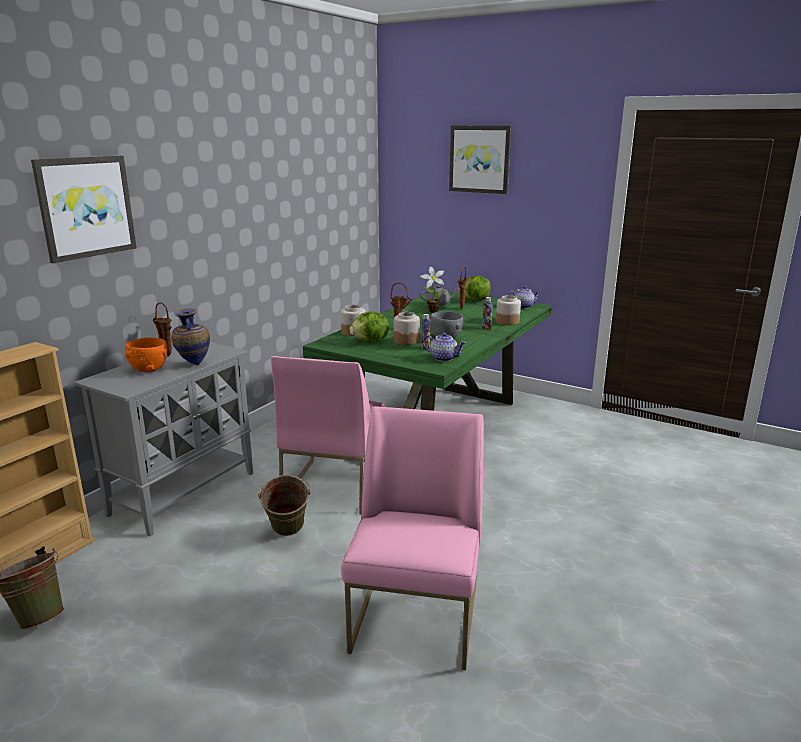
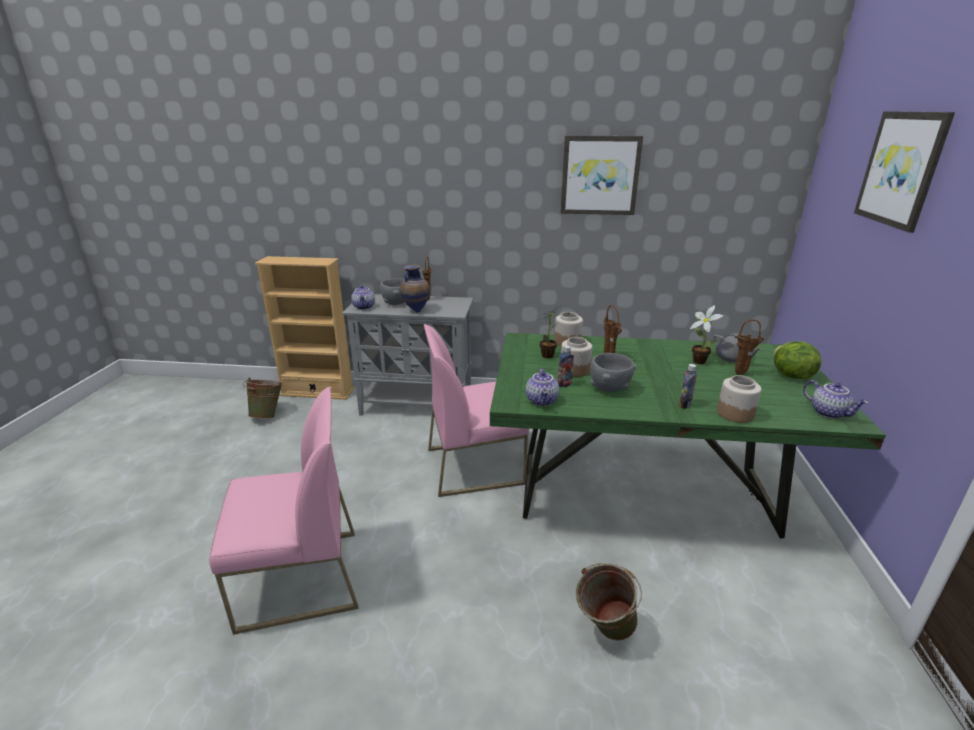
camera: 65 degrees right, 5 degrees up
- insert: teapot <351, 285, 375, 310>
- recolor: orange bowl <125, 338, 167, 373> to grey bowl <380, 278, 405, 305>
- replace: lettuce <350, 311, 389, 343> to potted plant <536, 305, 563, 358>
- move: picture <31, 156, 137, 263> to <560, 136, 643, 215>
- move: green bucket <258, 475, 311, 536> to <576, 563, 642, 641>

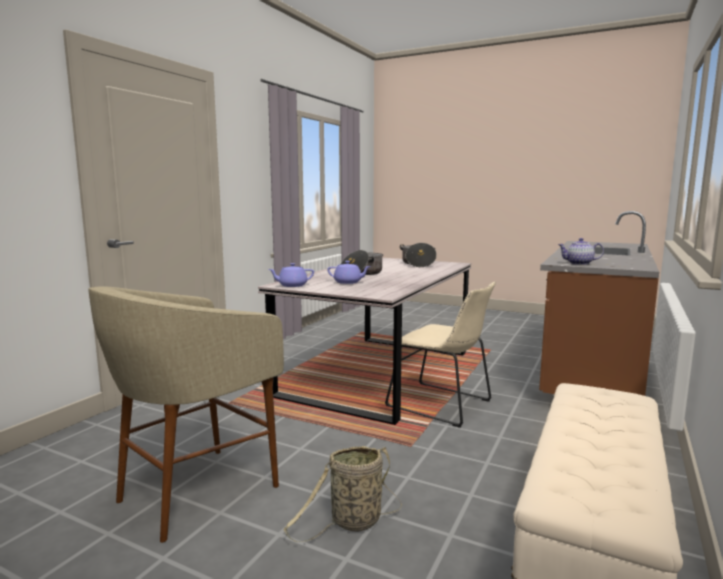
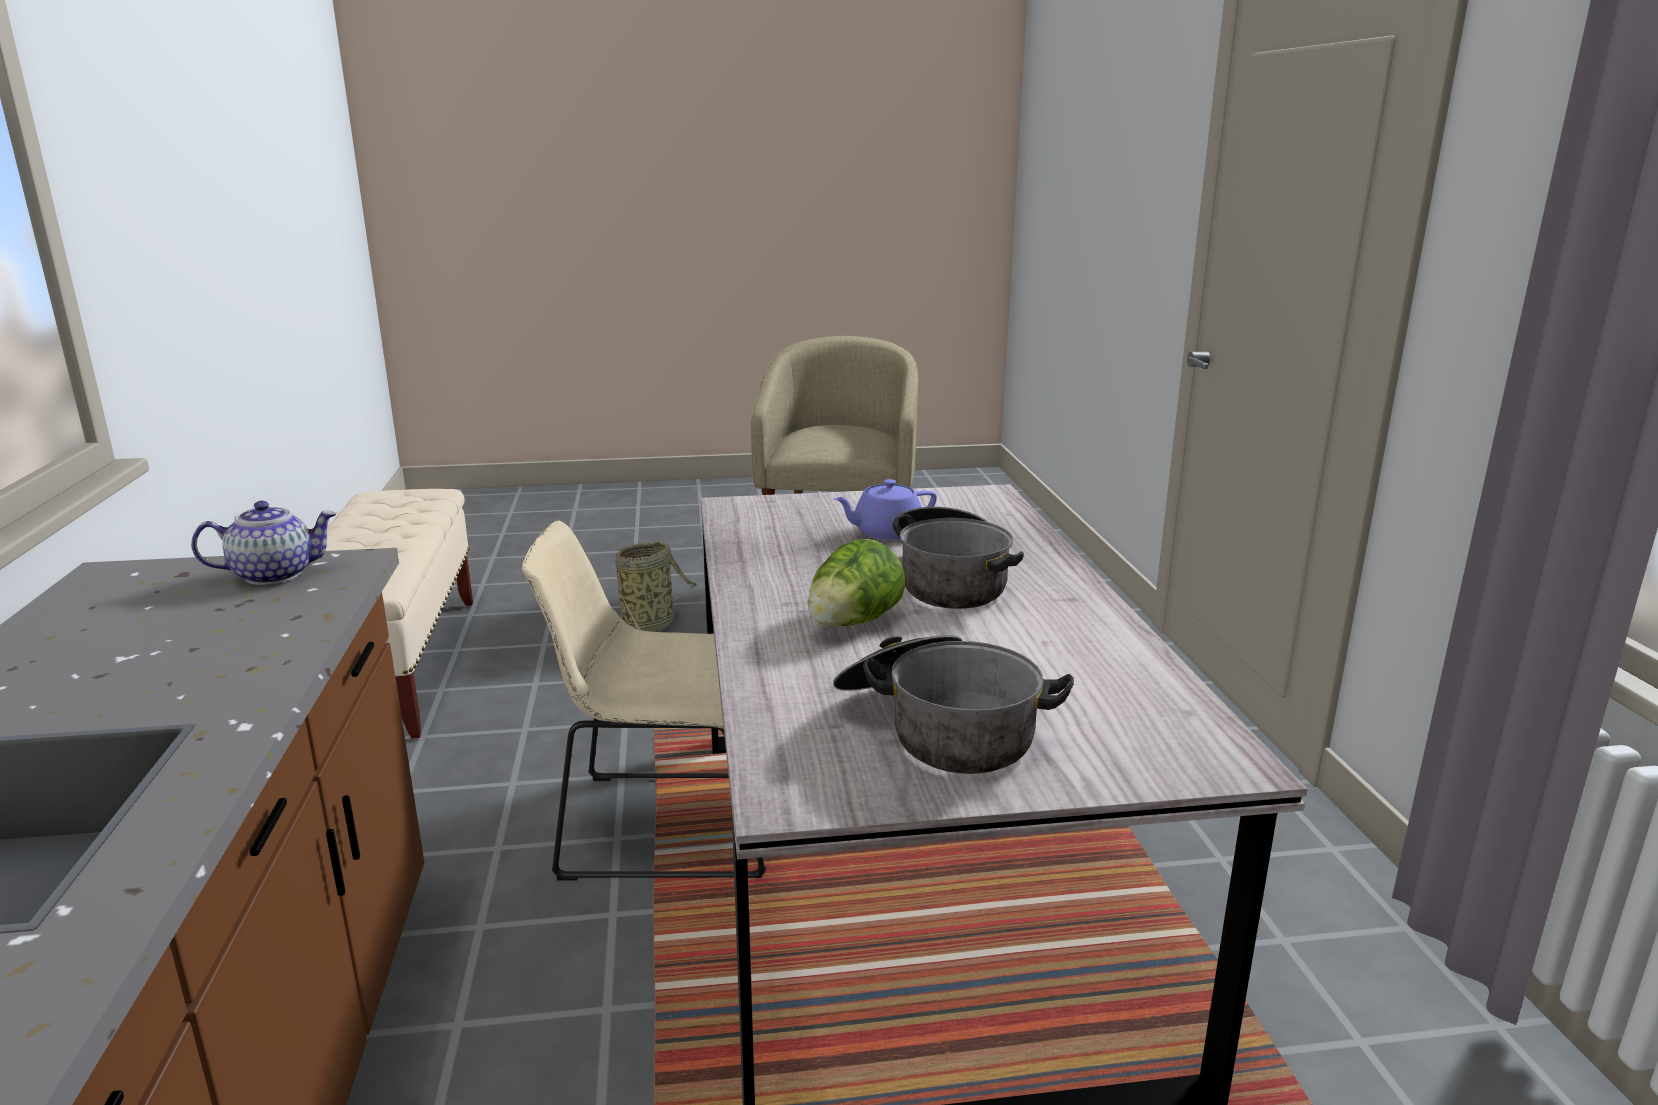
camera: 145 degrees right, 10 degrees up
- insert: lettuce <808, 539, 905, 626>
- delete: purple teapot <268, 263, 314, 287>

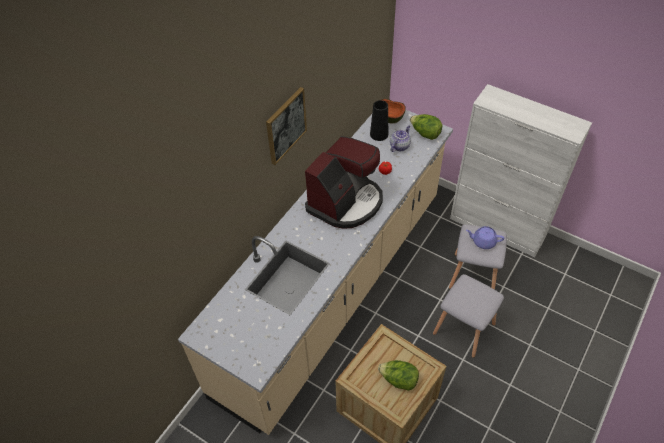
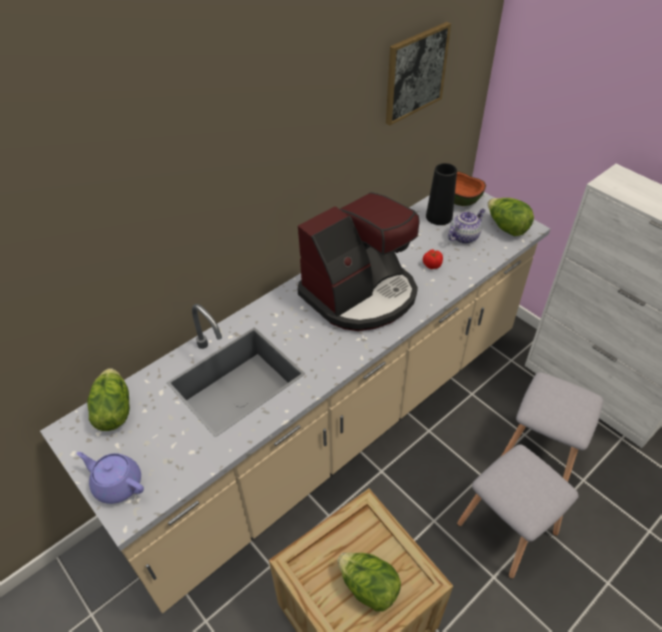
camera: 15 degrees right, 5 degrees down
- move: purple teapot <466, 226, 504, 249> to <77, 452, 144, 504>
- insert: lettuce <87, 368, 130, 431>
- move: picture <266, 87, 307, 165> to <386, 22, 451, 125>

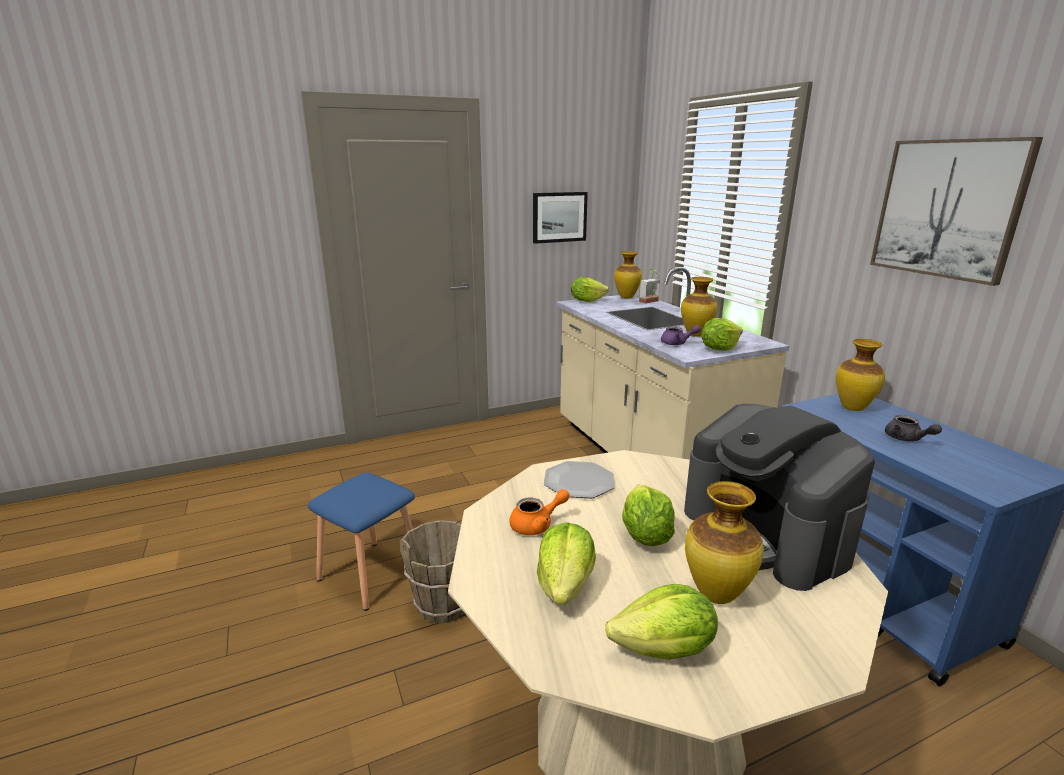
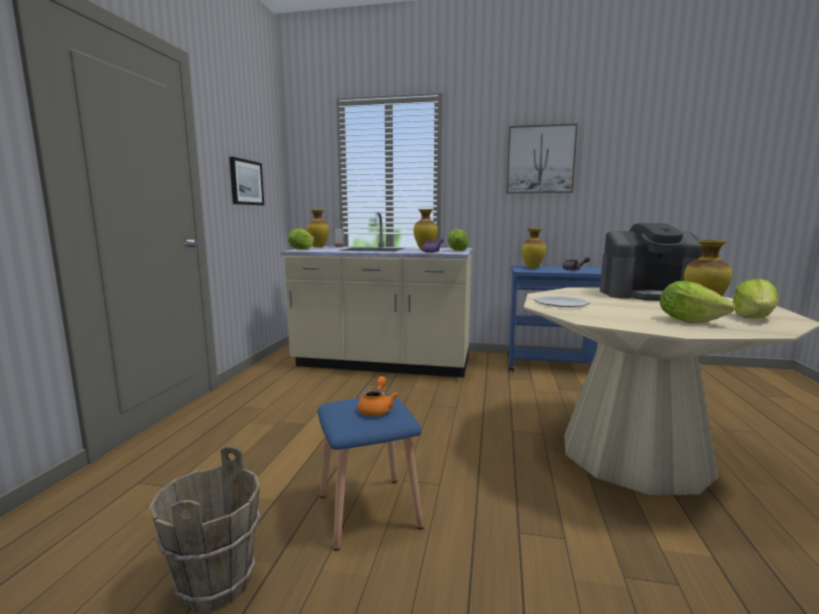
camera: 55 degrees left, 10 degrees down
- move: brown bucket <400, 520, 464, 624> to <149, 446, 260, 612>
- move: orange teapot <509, 489, 570, 535> to <357, 376, 398, 416>
- delete: lettuce <622, 485, 675, 546>

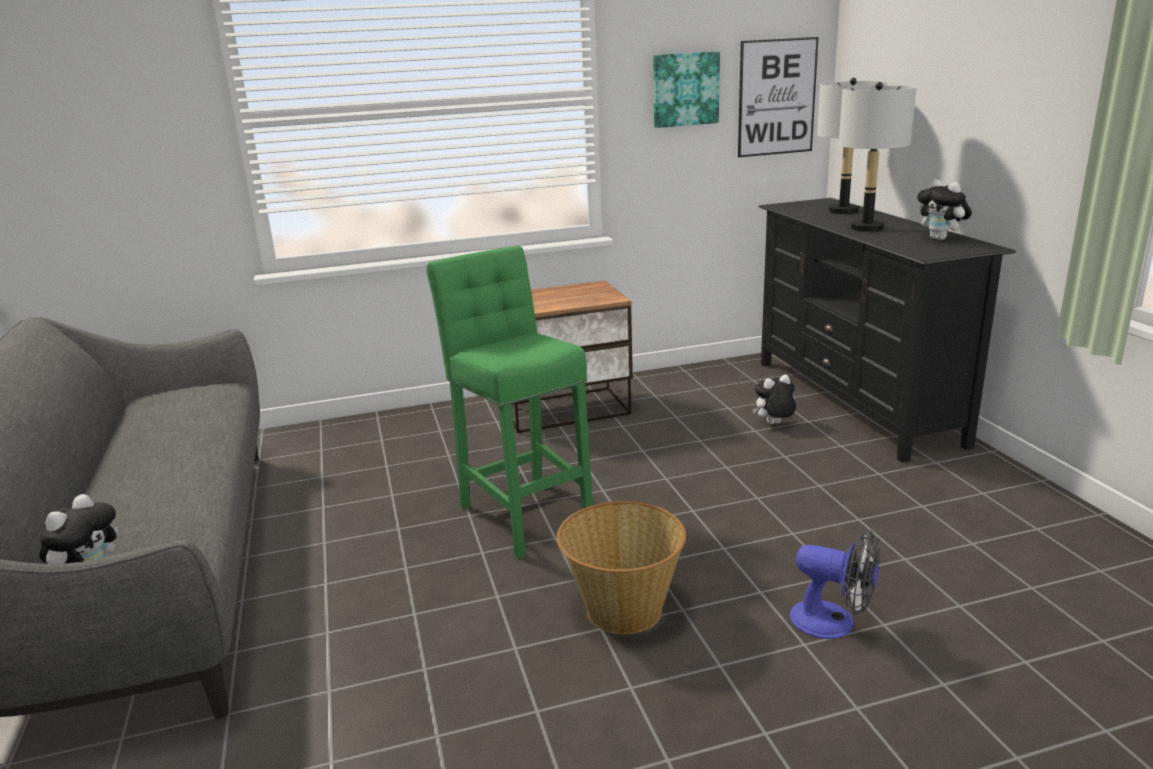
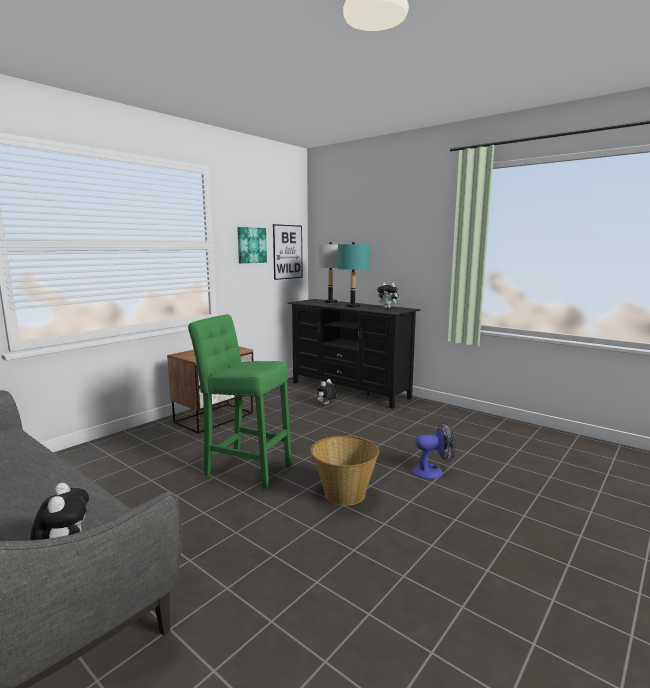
camera: 35 degrees left, 10 degrees down
- recolor: grey table lamp <839, 82, 917, 232> to turquoise table lamp <338, 242, 369, 308>

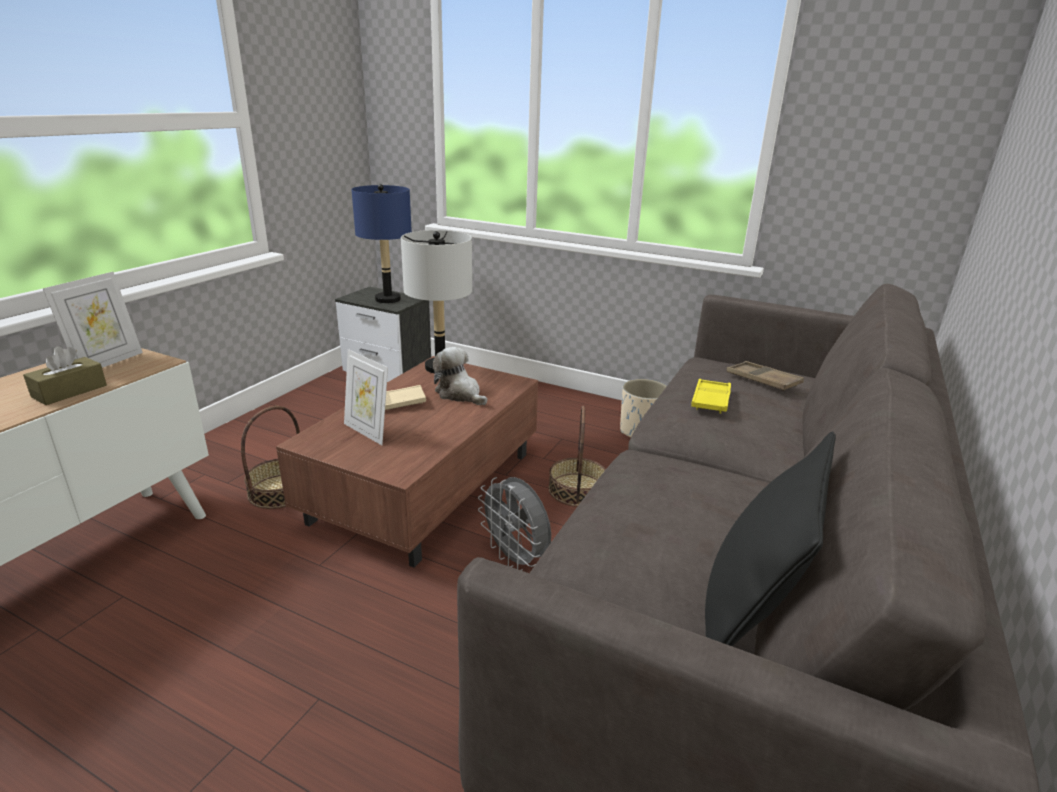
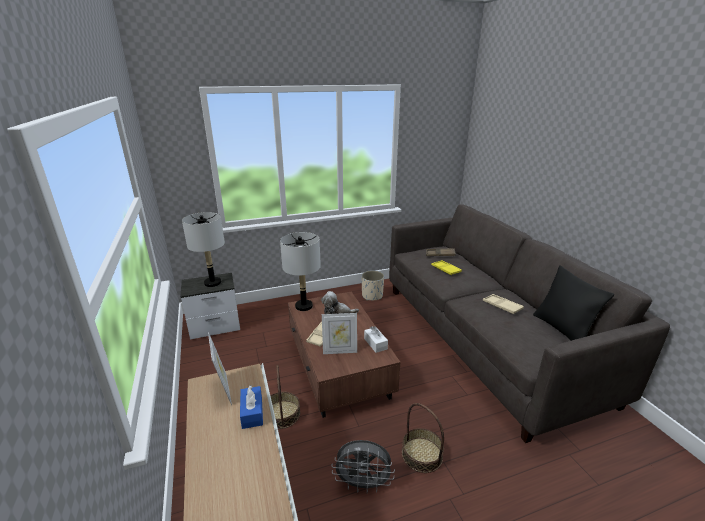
camera: 45 degrees left, 0 degrees up
- recolor: blue table lamp <351, 184, 412, 303> to grey table lamp <182, 212, 225, 287>
- recolor: brown tissue box <23, 346, 107, 405> to blue tissue box <240, 385, 263, 429>
- move: grey fan <478, 477, 551, 571> to <331, 440, 395, 493>
- insert: white tissue box <364, 326, 388, 353>
- move: basket <549, 406, 606, 507> to <402, 403, 444, 473>
- insert: beige tray <483, 294, 524, 314>

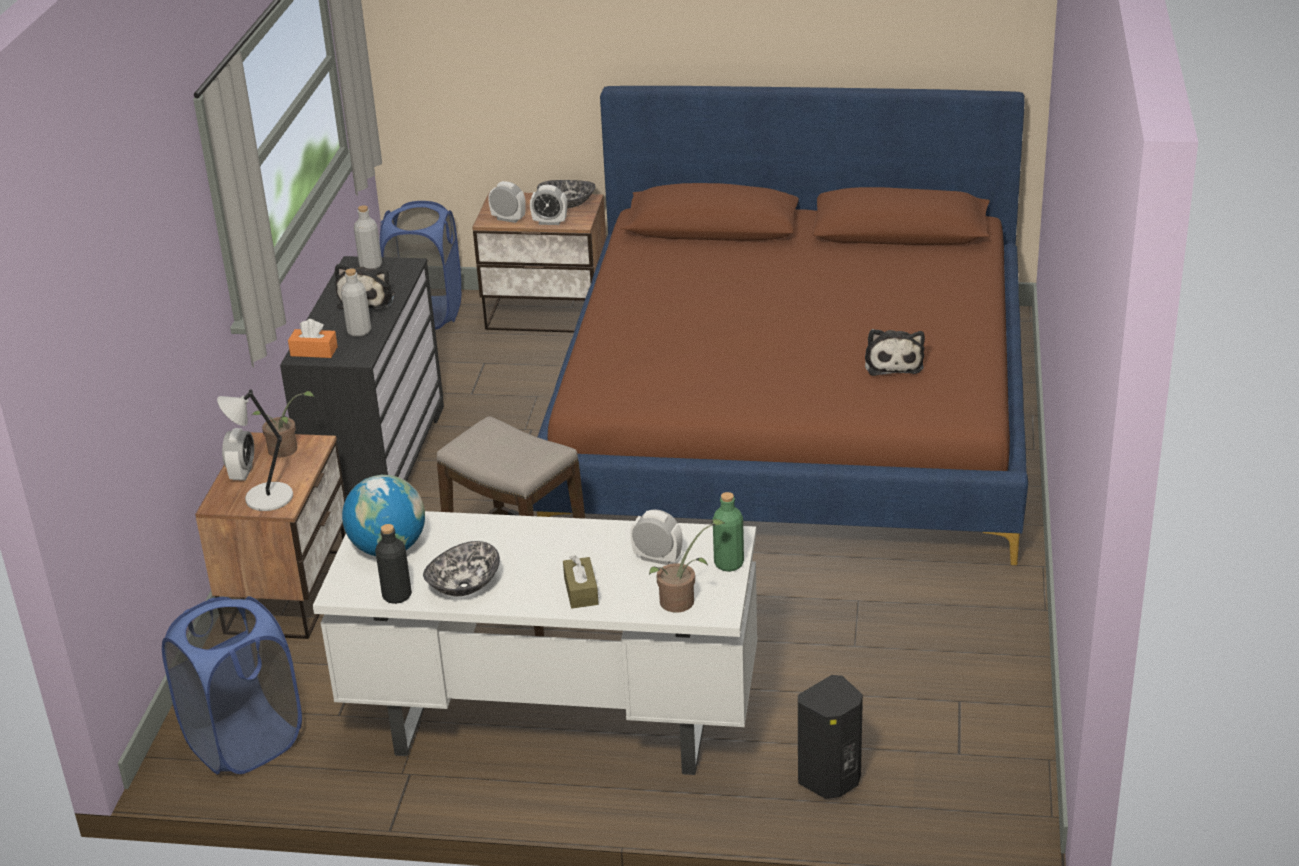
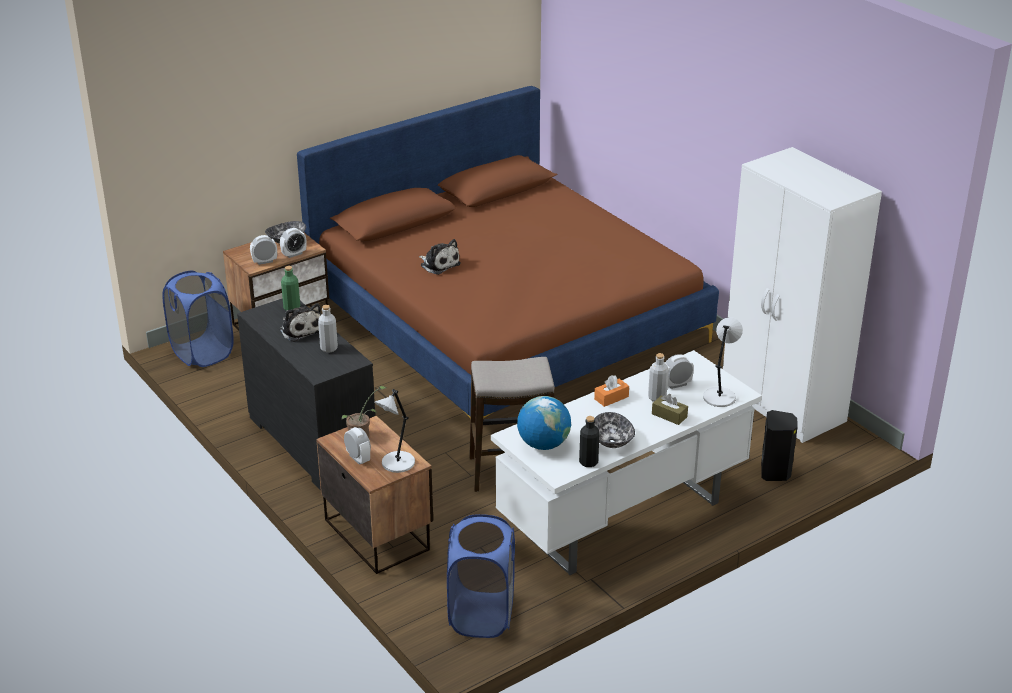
camera: 45 degrees left, 0 degrees up
- move: green bottle <713, 492, 744, 572> to <281, 266, 300, 311>
- move: plush toy <865, 329, 925, 376> to <419, 239, 461, 275>
- move: orange tissue box <288, 319, 338, 358> to <594, 375, 629, 407>
- move: grey bottle <354, 205, 382, 269> to <648, 353, 668, 402>
- replace: potted plant <649, 519, 726, 612> to grey table lamp <703, 317, 743, 407>
- insert: white wardrobe <723, 147, 882, 443>

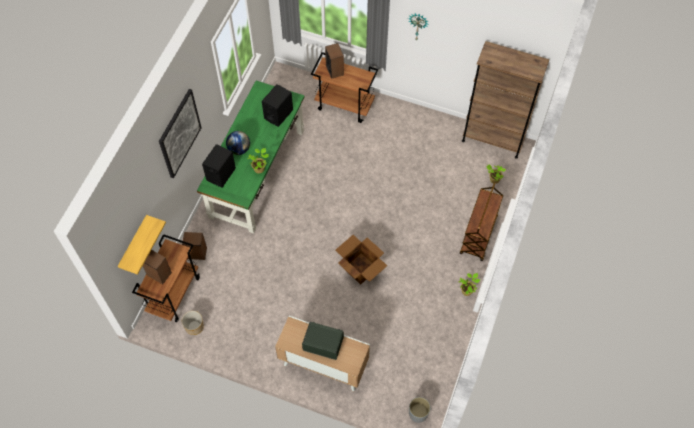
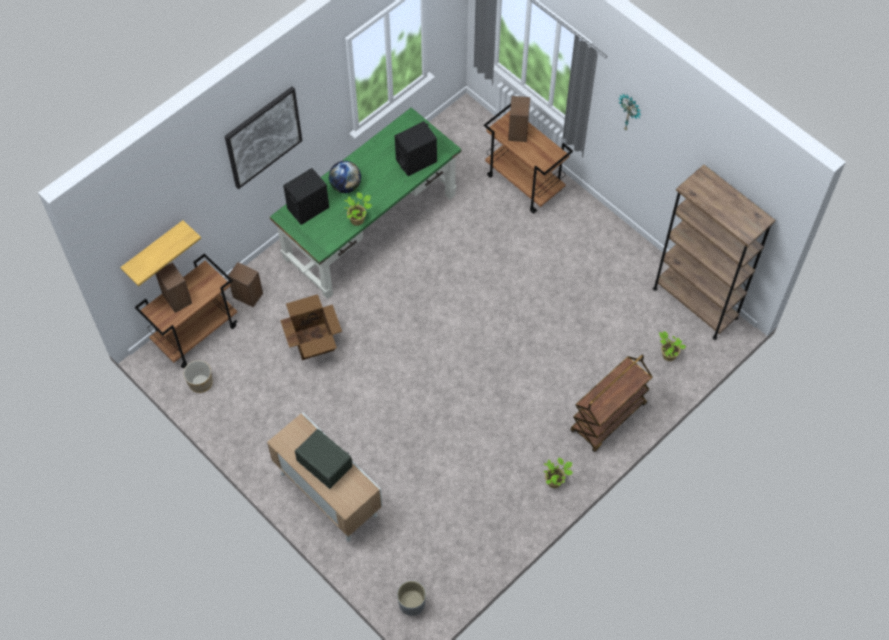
camera: 25 degrees right, 0 degrees up
- move: cardboard box <336, 235, 387, 285> to <280, 294, 342, 360>

